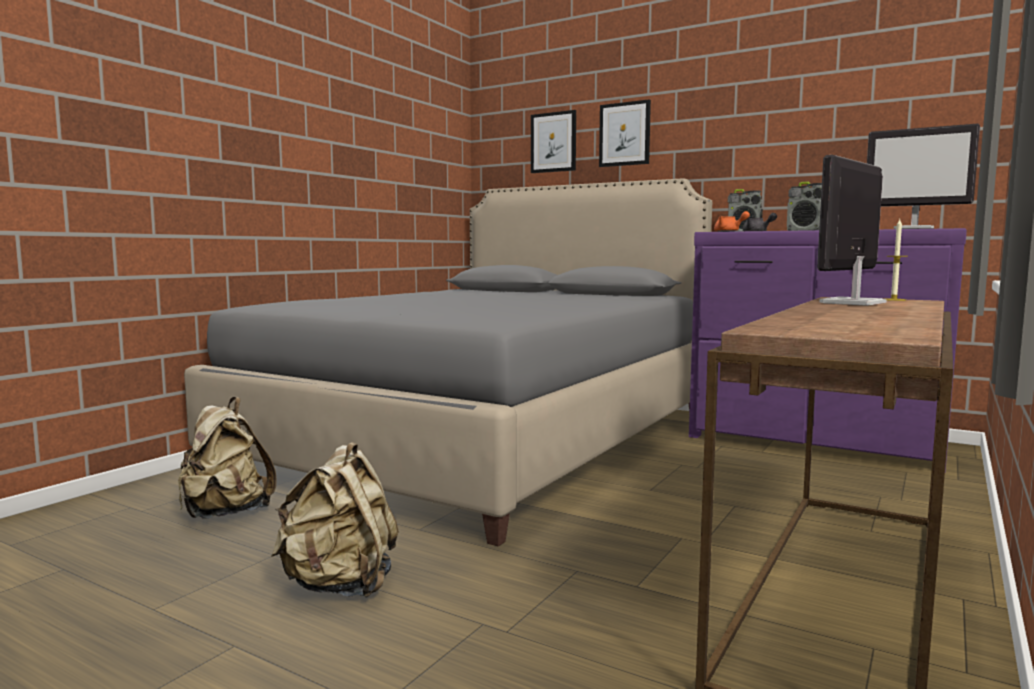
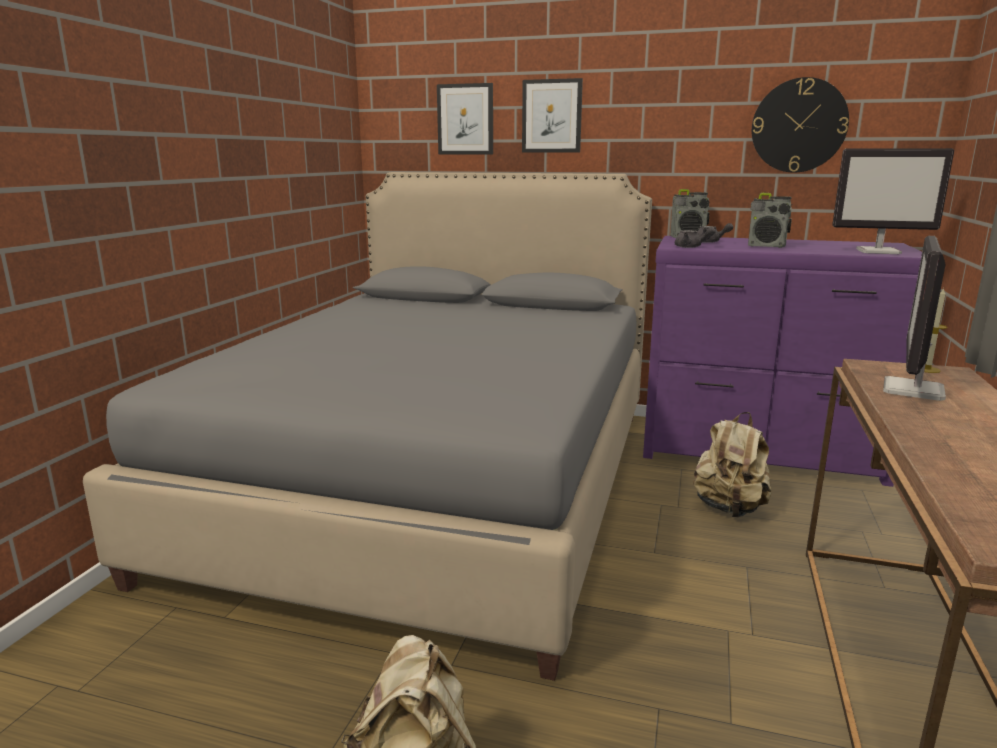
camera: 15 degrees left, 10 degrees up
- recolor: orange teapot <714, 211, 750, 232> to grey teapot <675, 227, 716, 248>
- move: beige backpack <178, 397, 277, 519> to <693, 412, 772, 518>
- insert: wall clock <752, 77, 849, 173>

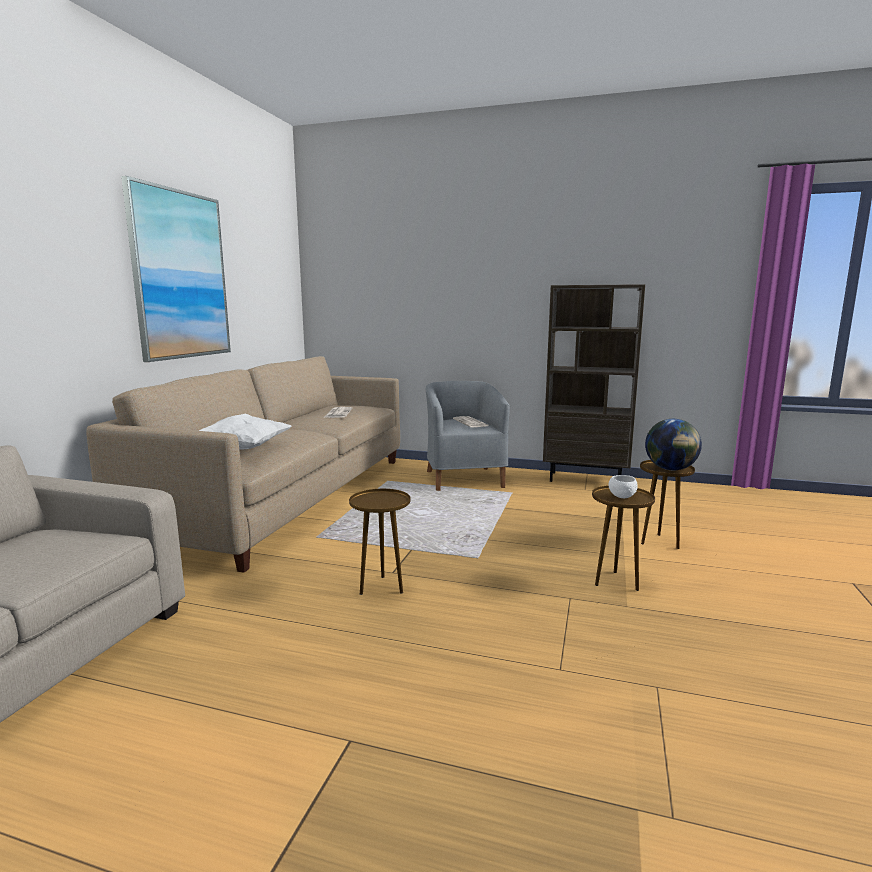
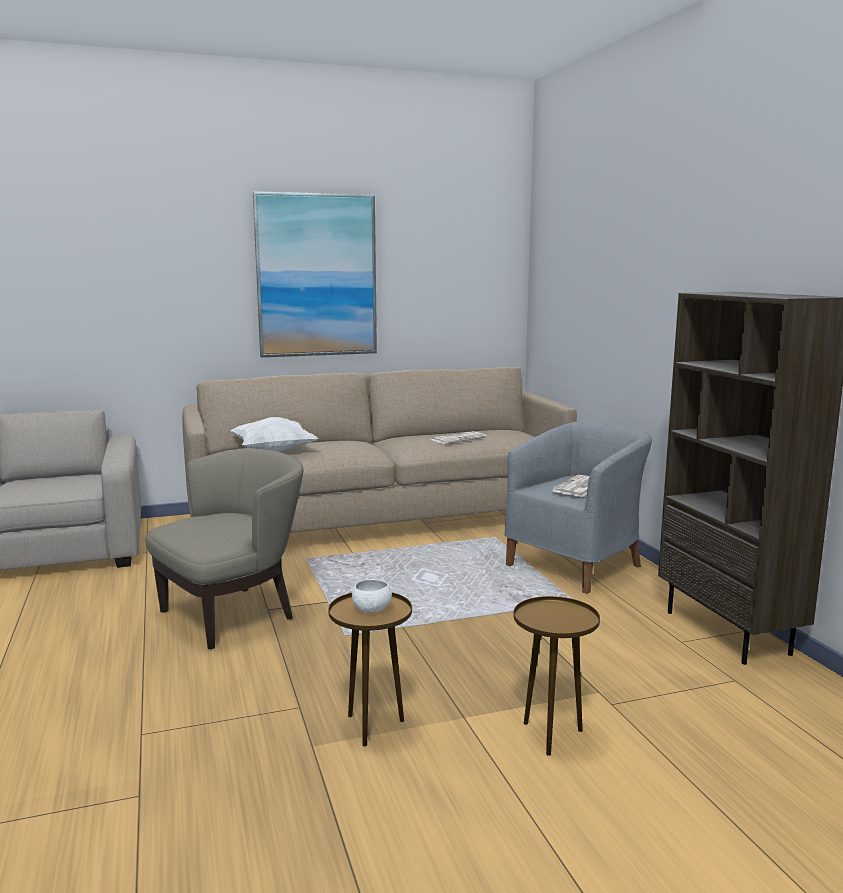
camera: 55 degrees right, 0 degrees up
- replace: brown side table <349, 489, 411, 595> to beige armchair <145, 449, 304, 649>
- delete: globe <645, 419, 702, 470>

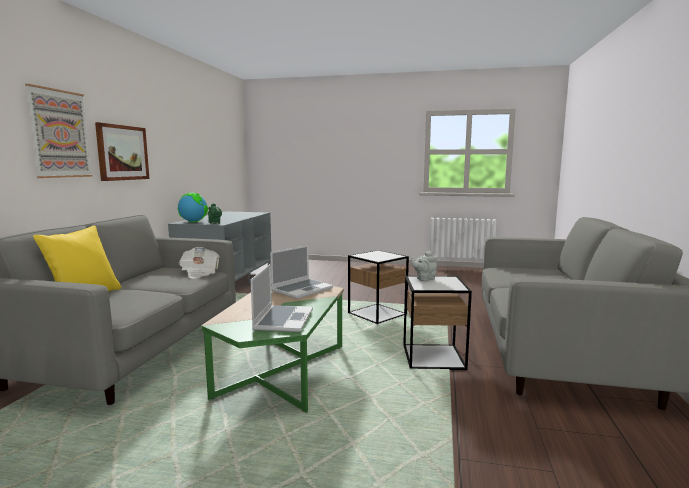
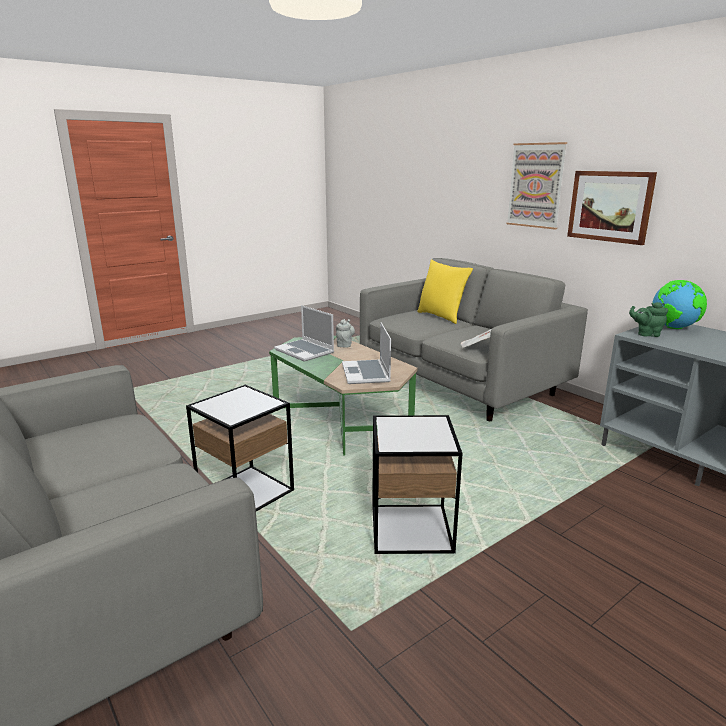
camera: 130 degrees right, 10 degrees up
- move: grey teapot <412, 251, 437, 282> to <336, 319, 355, 348>

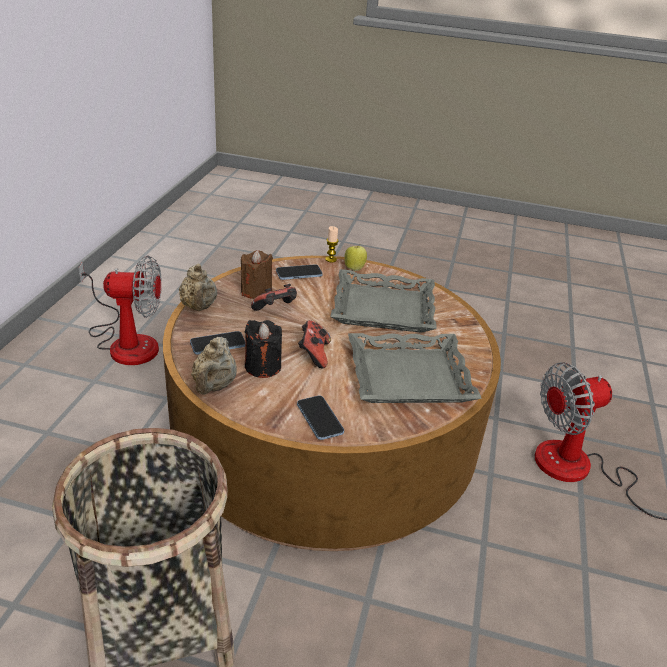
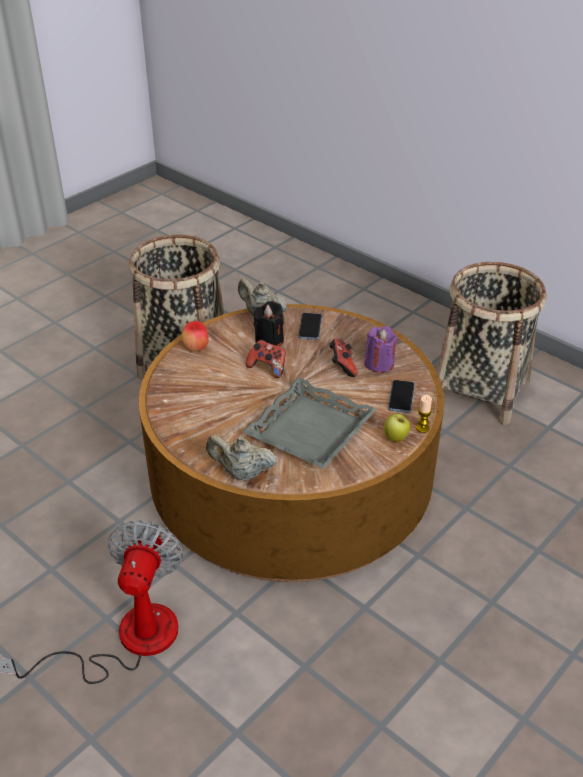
camera: 120 degrees right, 5 degrees up
- replace: phone <297, 396, 344, 440> to apple <181, 321, 209, 352>
- move: beige teapot <179, 264, 217, 311> to <206, 435, 277, 481>
- recolor: brown candle <241, 250, 273, 299> to purple candle <364, 326, 398, 373>
- replace: fan <79, 255, 162, 365> to basket <437, 262, 547, 425>
- delete: grey tray <348, 333, 482, 403>

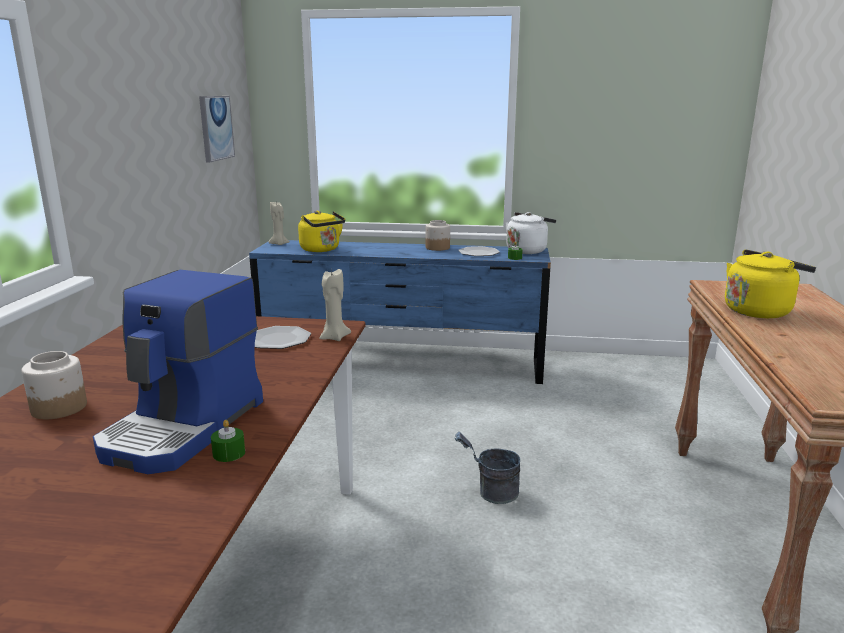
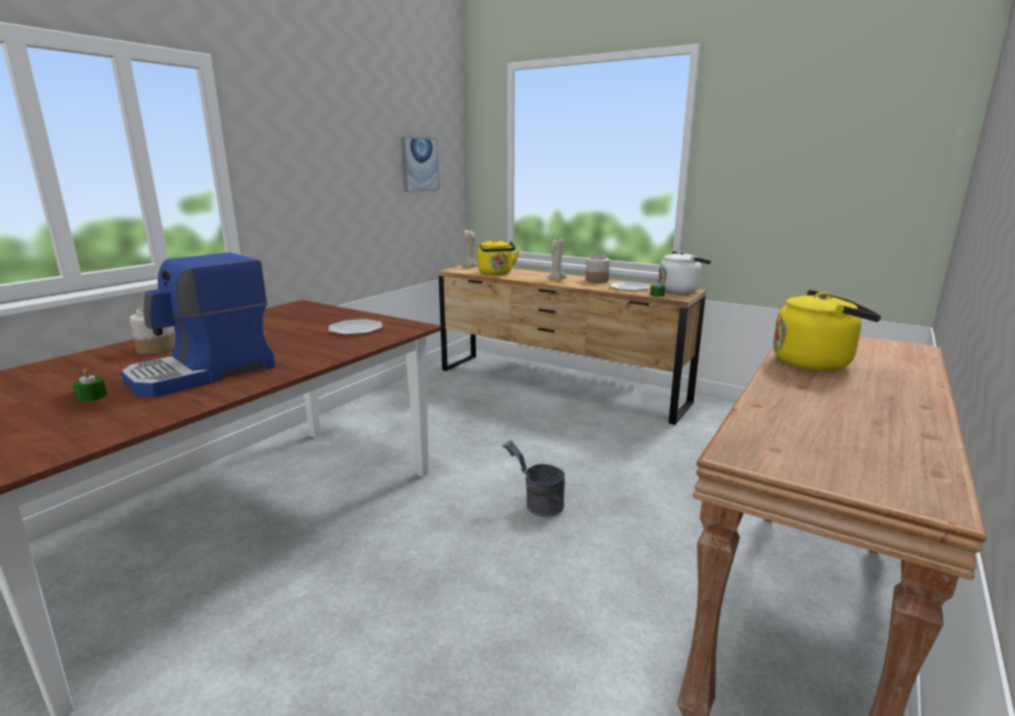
camera: 25 degrees right, 0 degrees up
- move: green candle <211, 420, 245, 462> to <73, 368, 107, 402>
- recolor: blue dresser <249, 240, 551, 384> to brown dresser <438, 265, 706, 425>
- move: beige candle <319, 269, 351, 341> to <547, 238, 566, 281>

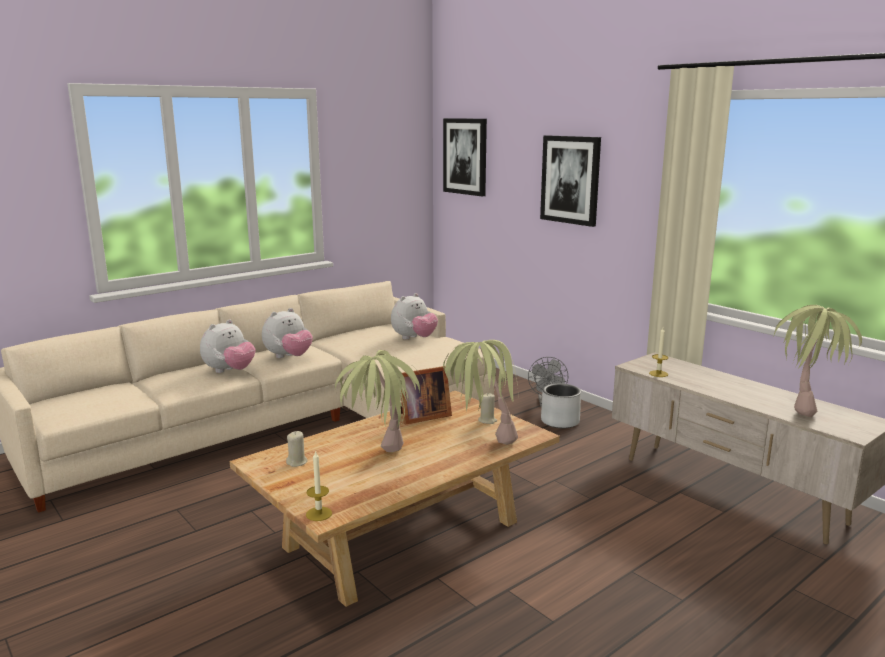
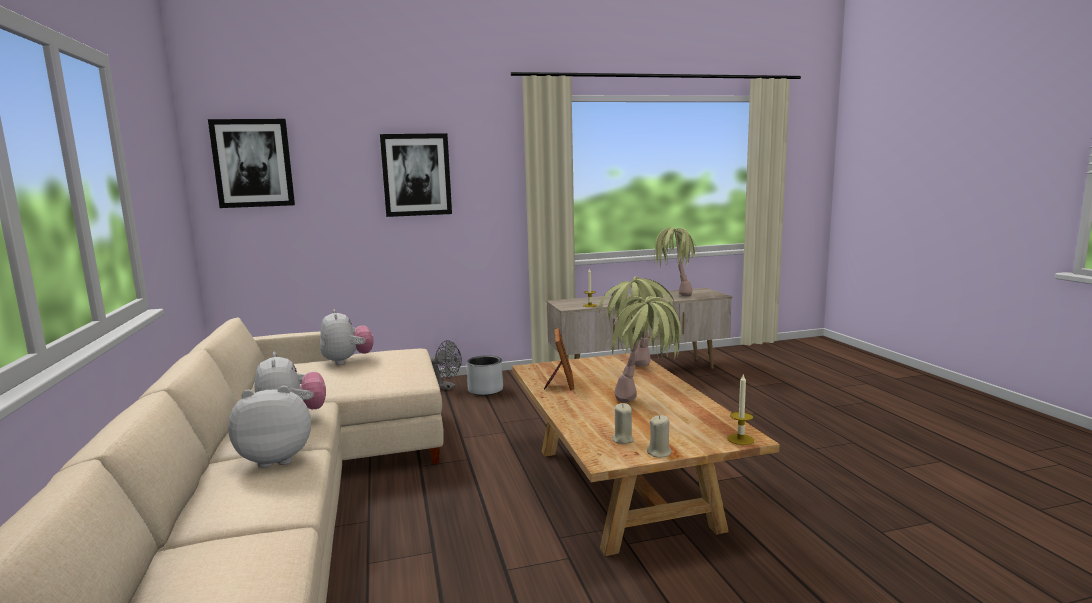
camera: 65 degrees left, 5 degrees down
- rotate: plush toy <200, 319, 255, 373> = <228, 386, 311, 468> 75 degrees counterclockwise
- move: beige candle <478, 394, 497, 424> to <647, 415, 672, 458>

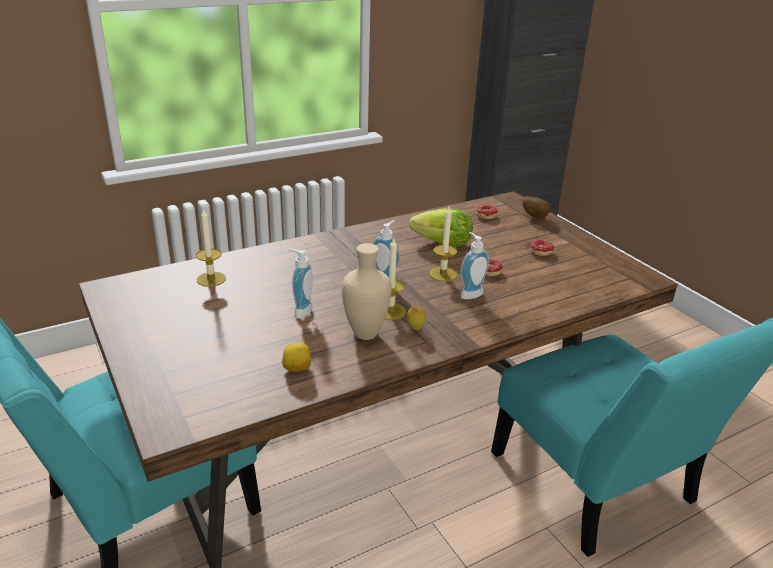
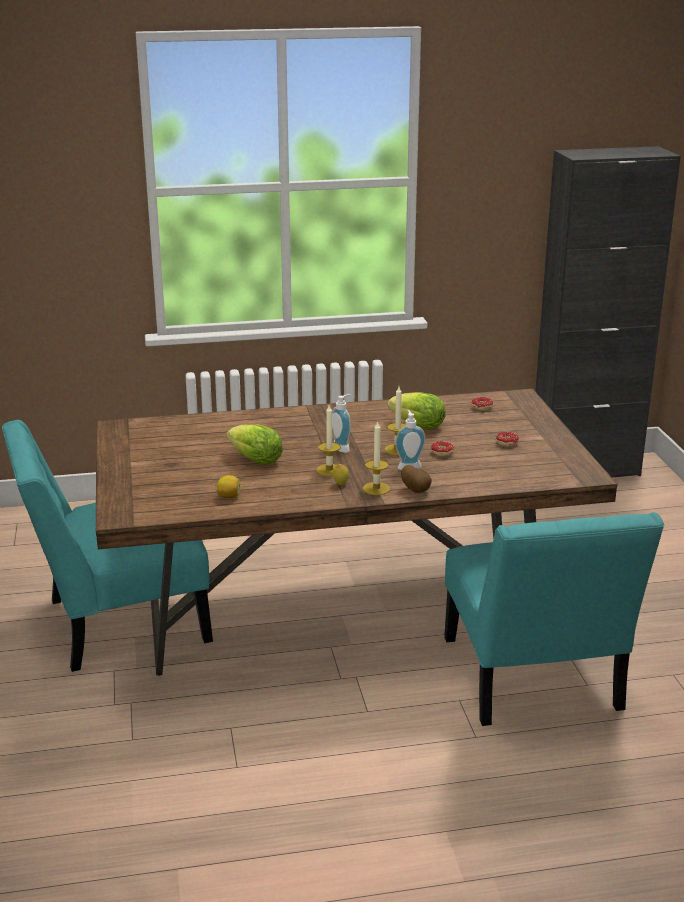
camera: 20 degrees right, 5 degrees down
- replace: soap dispenser <288, 249, 313, 319> to lettuce <226, 424, 283, 465>
- move: candle <196, 208, 226, 287> to <363, 421, 390, 495>
- move: potato <523, 196, 551, 219> to <401, 465, 432, 493>
- delete: beige vase <342, 243, 392, 340>

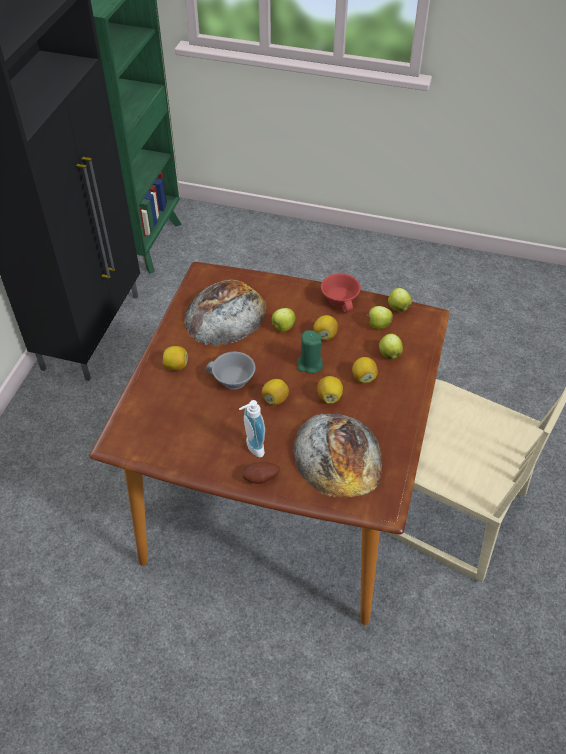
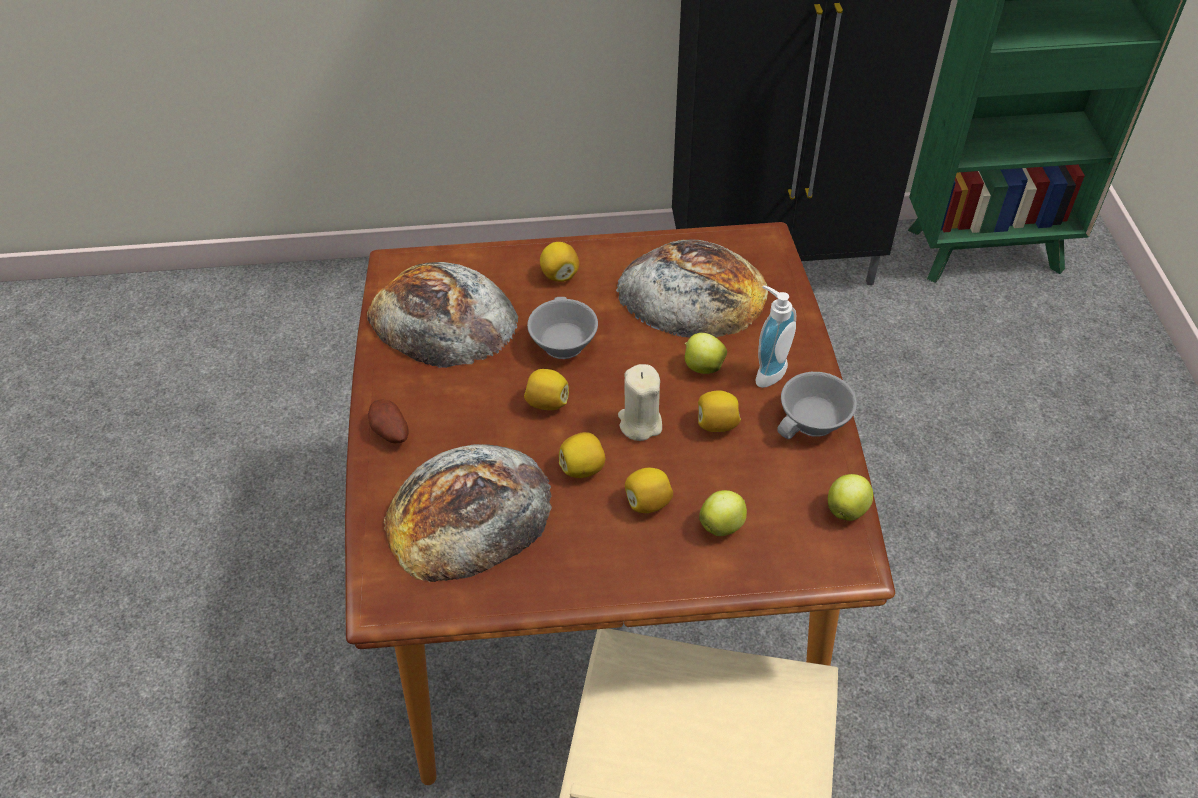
camera: 70 degrees right, 0 degrees up
- insert: bread <367, 262, 518, 368>
- recolor: green candle <297, 330, 323, 374> to beige candle <618, 364, 662, 441>
- move: soap dispenser <239, 400, 265, 457> to <755, 285, 796, 388>
- recolor: red cup <321, 273, 361, 313> to grey cup <777, 372, 857, 439>
- delete: apple <366, 306, 393, 329>

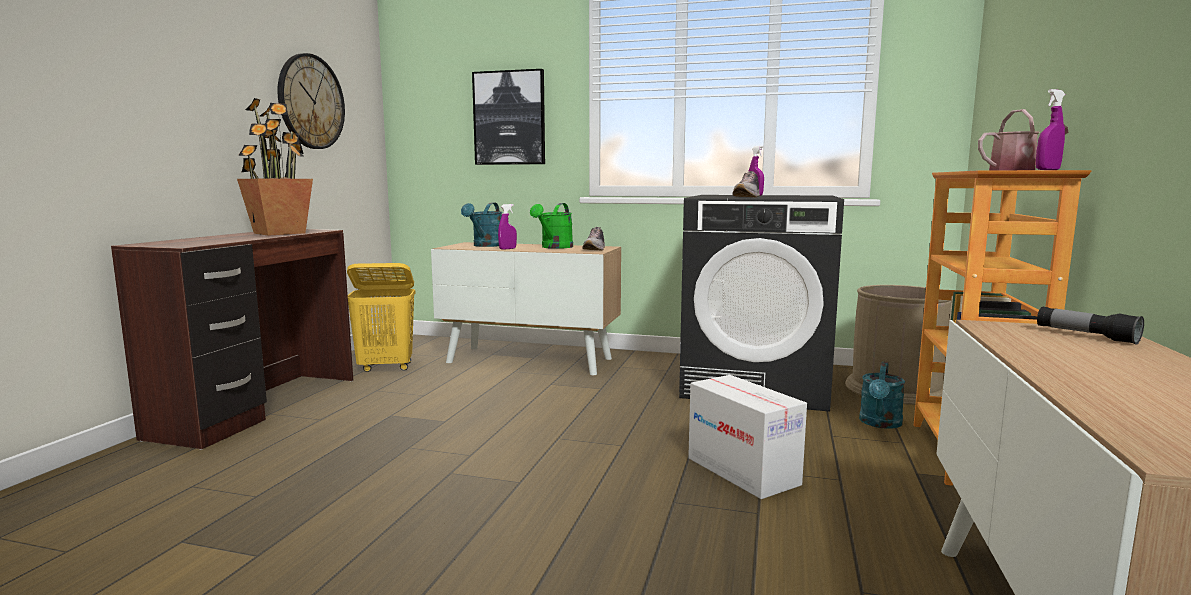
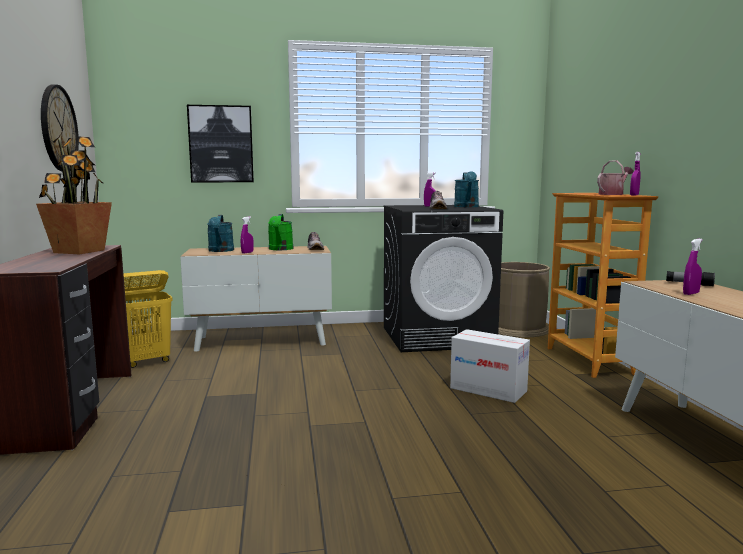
camera: 25 degrees left, 0 degrees up
- move: turquoise watering can <859, 362, 905, 429> to <454, 172, 479, 207>
- insert: purple spray bottle <683, 239, 703, 295>

